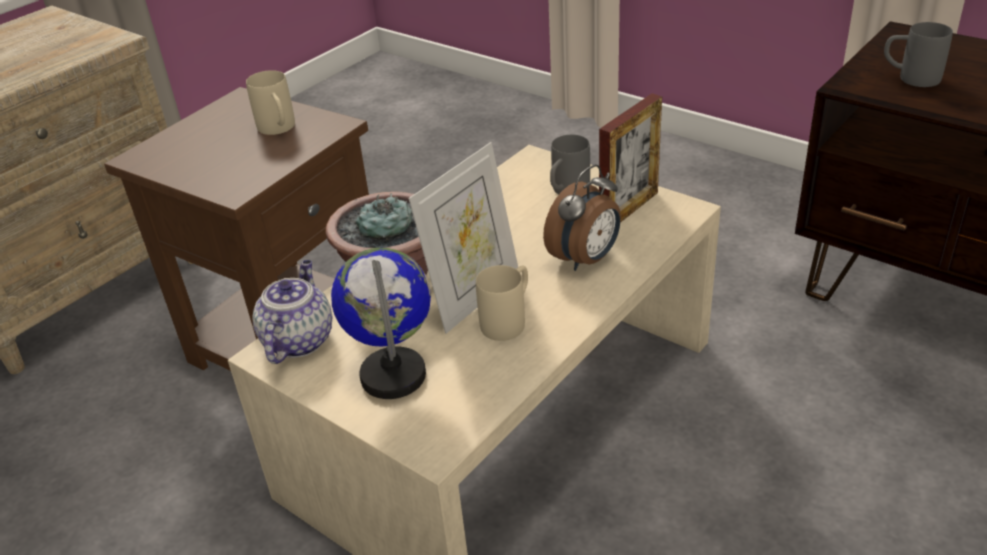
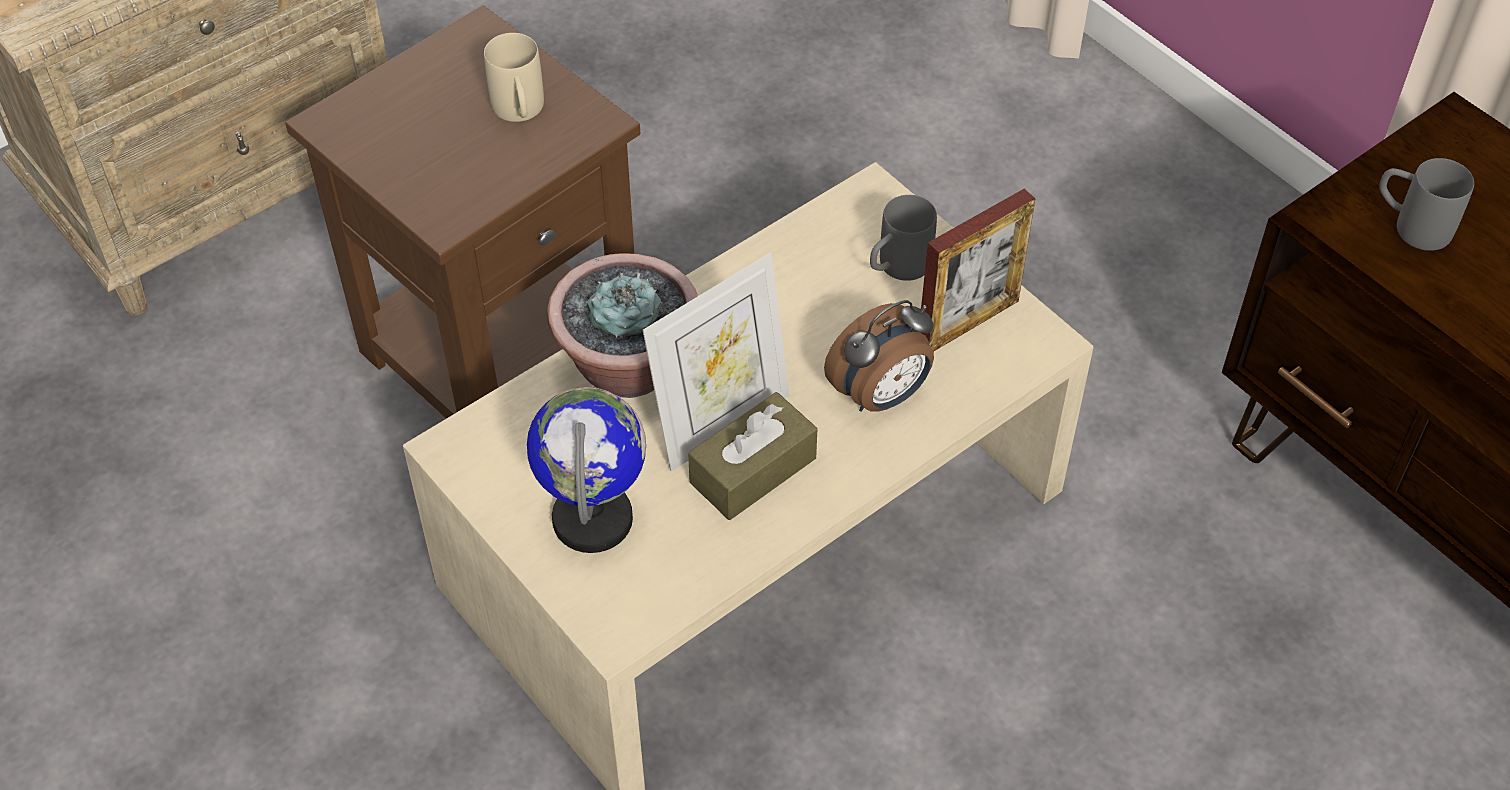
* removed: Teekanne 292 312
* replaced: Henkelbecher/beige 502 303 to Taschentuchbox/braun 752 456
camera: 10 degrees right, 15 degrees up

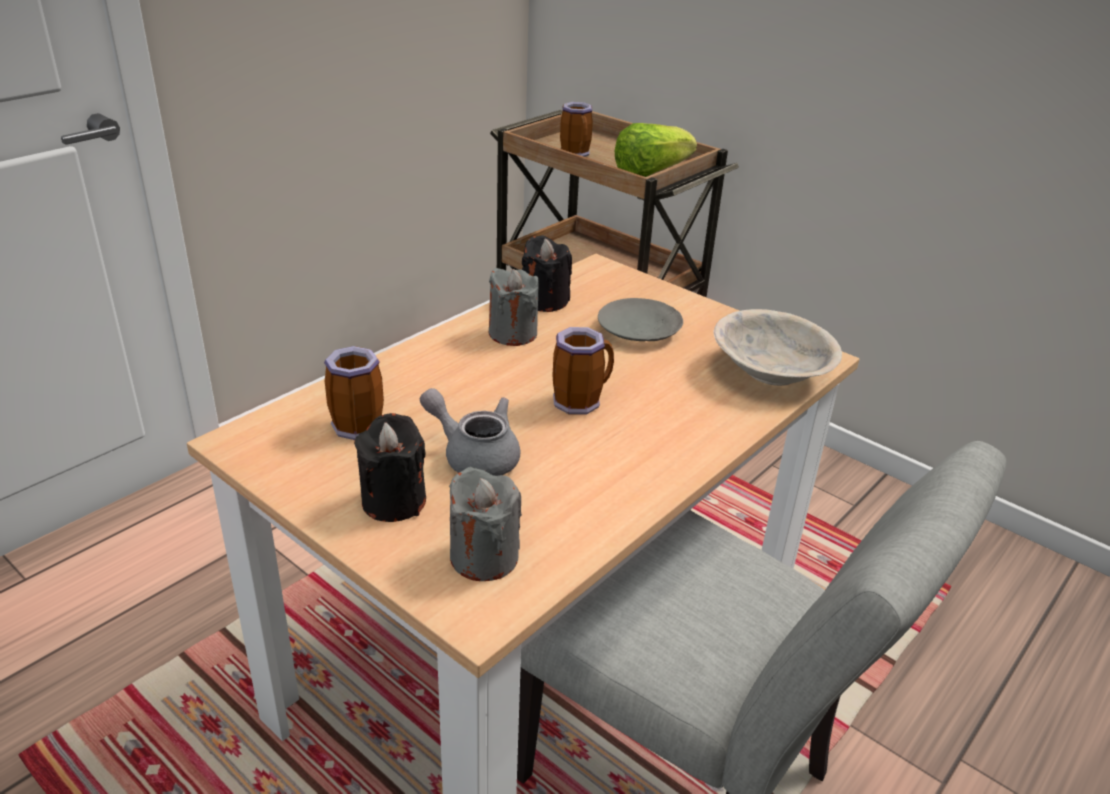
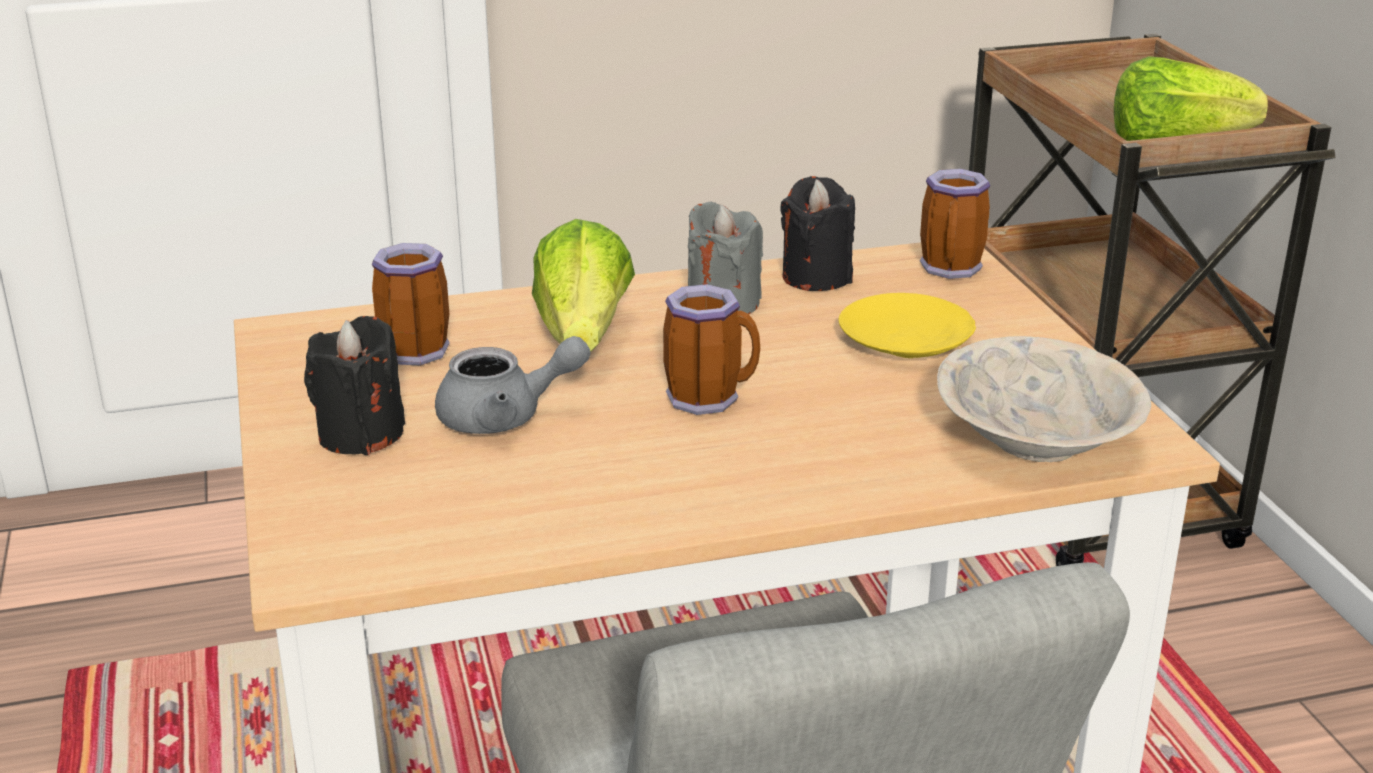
* removed: Kerze/grau 485 524
* added: Salatkopf 583 285
* moved: Henkelbecher 576 129 to 955 224
* recoloured: Teller/grau 640 319 to Teller/gelb 907 325
* turned: Teekanne/grau 470 432 = 513 385 105 degrees clockwise
camera: 35 degrees right, 5 degrees down

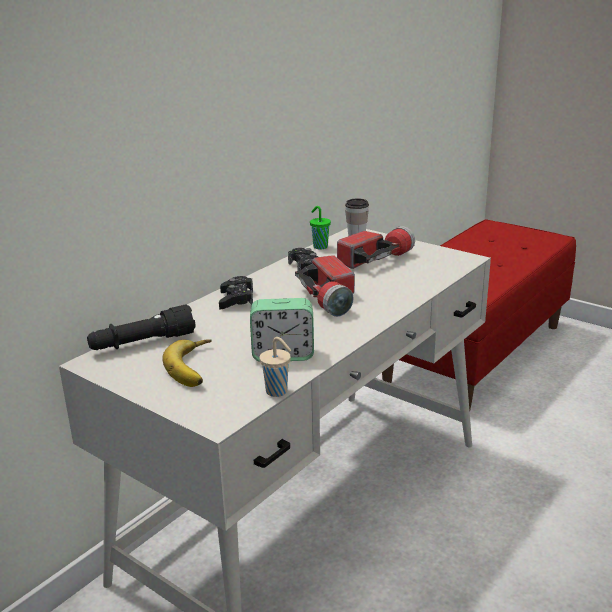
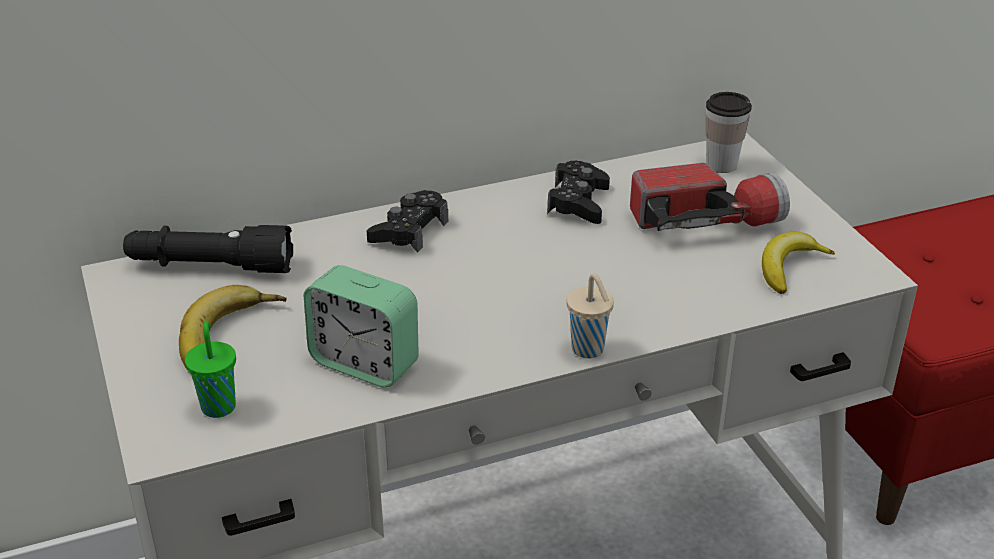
* removed: Taschenlampe 325 286
* added: Banane 798 263
* moved: Tasse/beige 275 367 to 590 315
* moved: Tasse/grün 320 228 to 210 369
camera: 30 degrees right, 10 degrees up

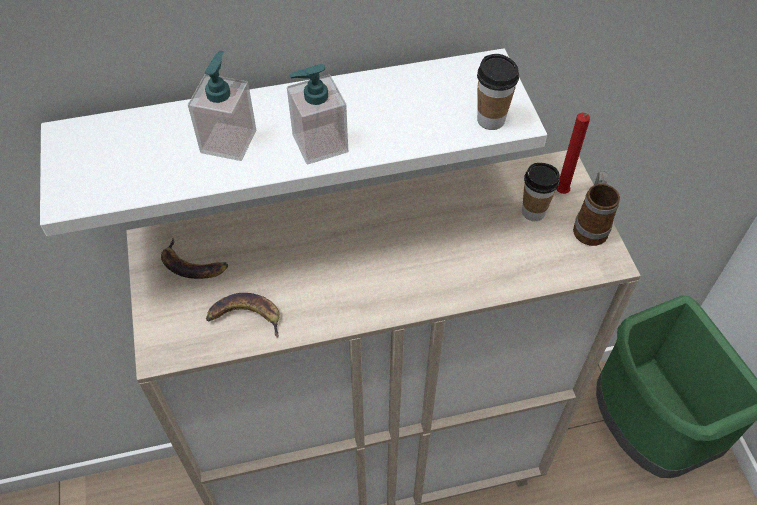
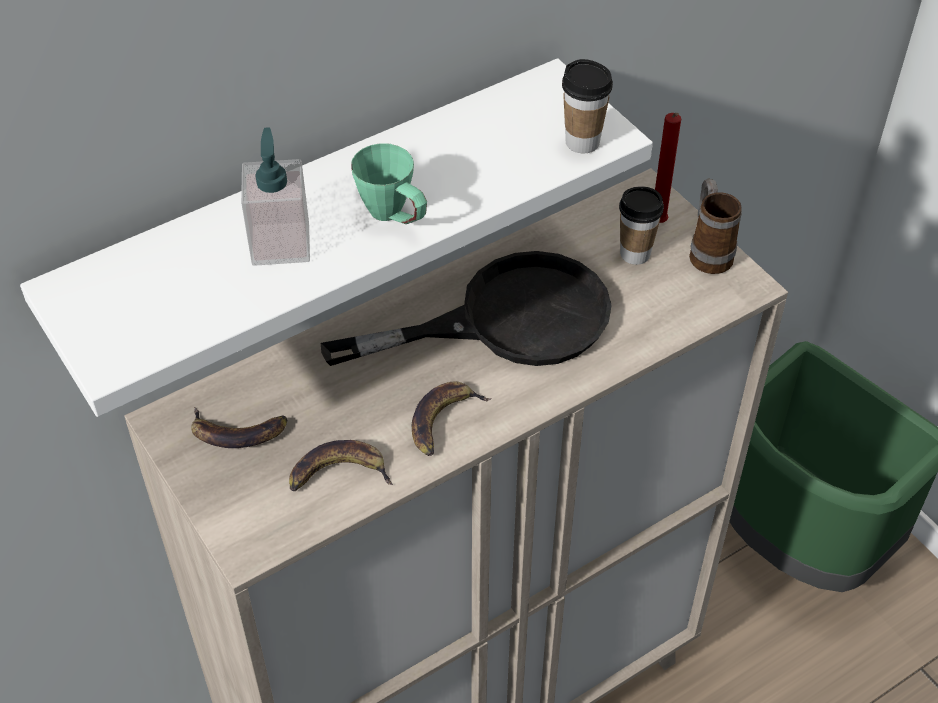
* added: Pfanne/schwarz 466 308
* added: Banane 452 418
* replaced: Seifenspender 317 114 to Henkelbecher/grün 389 183
camera: 20 degrees left, 5 degrees down

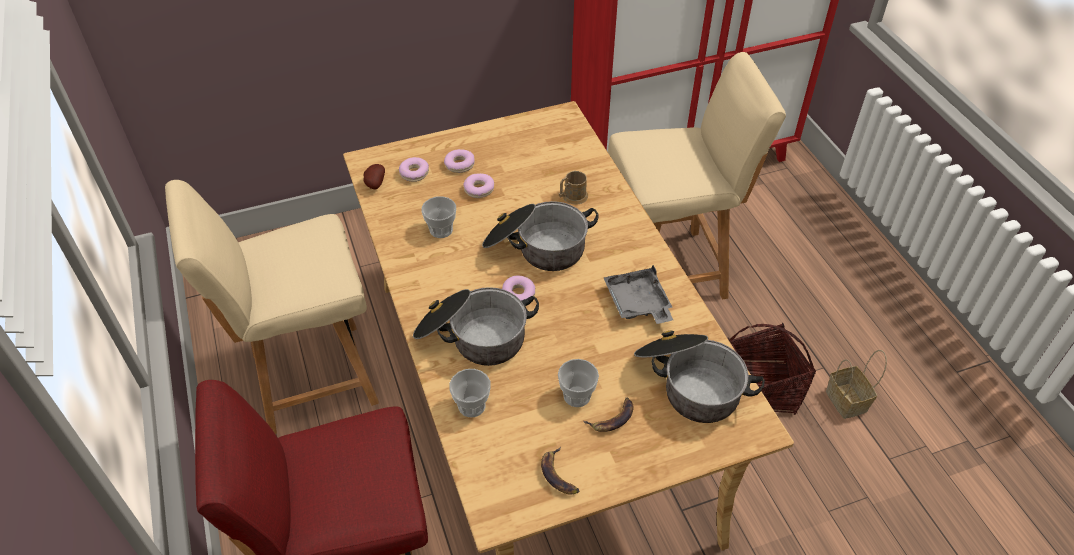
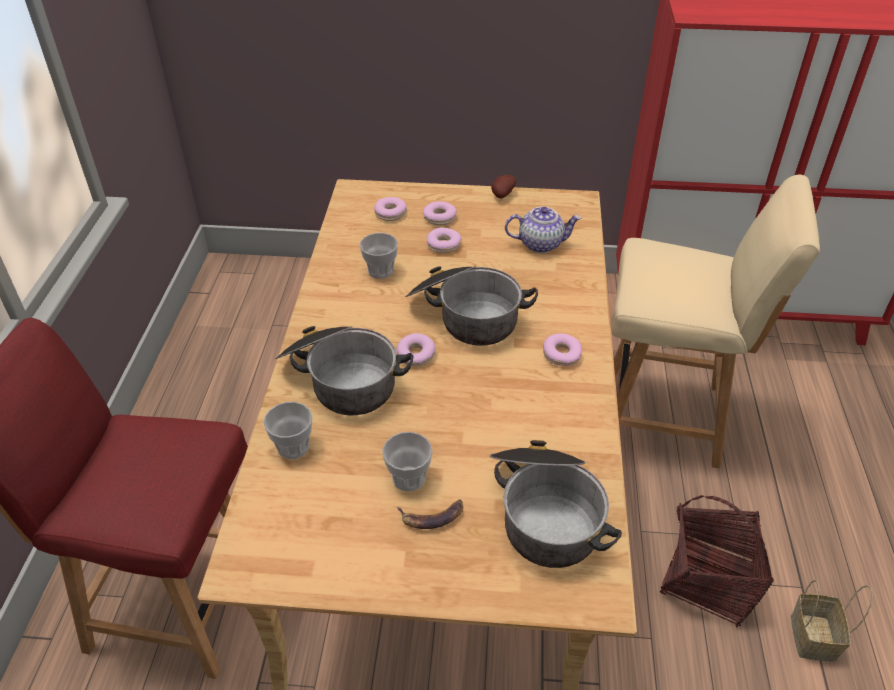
* removed: Stuhl/beige 272 307
* removed: Banane 560 471
* removed: Henkelbecher/braun 573 188
* removed: Tablett/grau 638 294
* added: Teekanne 543 230
* added: Donut 562 349
* moved: Kartoffel 374 177 to 503 187
camera: 25 degrees right, 5 degrees down

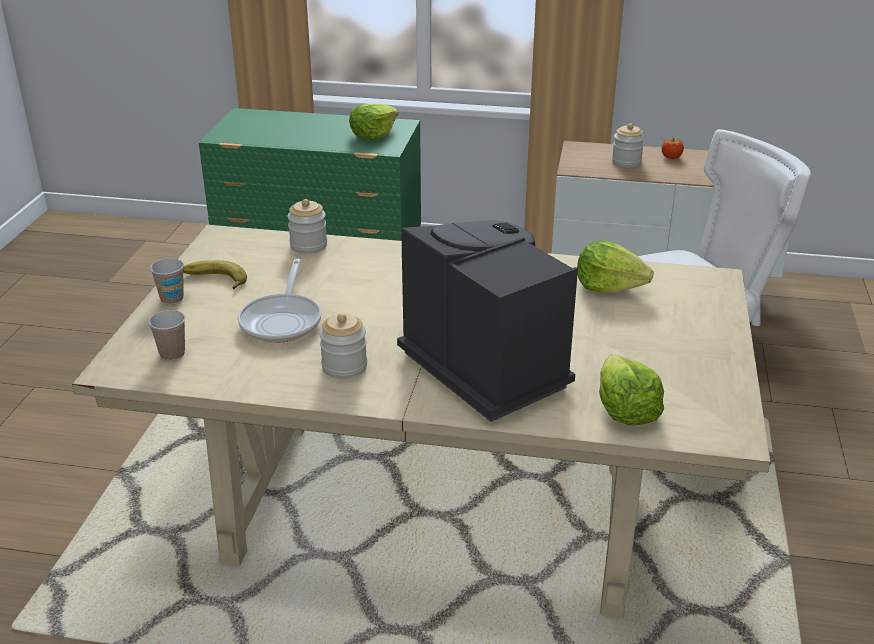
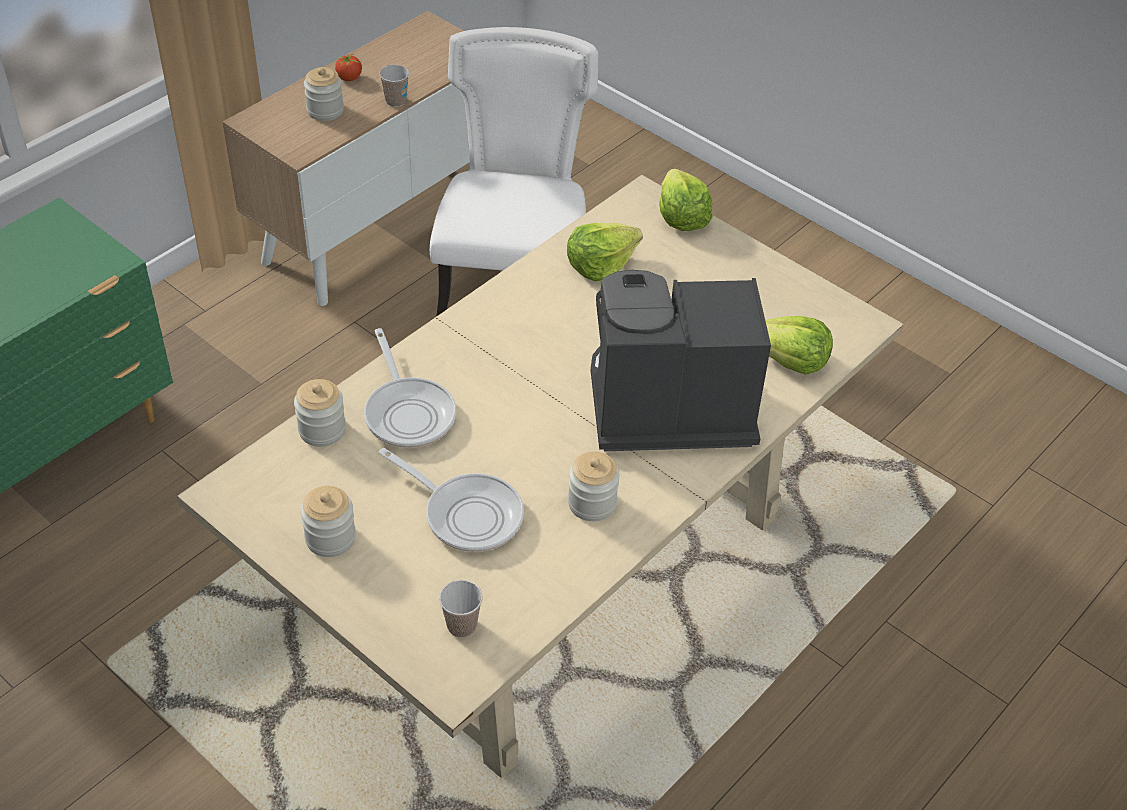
* added: Pfanne 410 388
* moved: Tasse 167 281 to 394 86
* moved: Salatkopf 373 121 to 686 200
* replaced: Banane 215 274 to Vorratsglas 328 521
camera: 60 degrees left, 15 degrees up

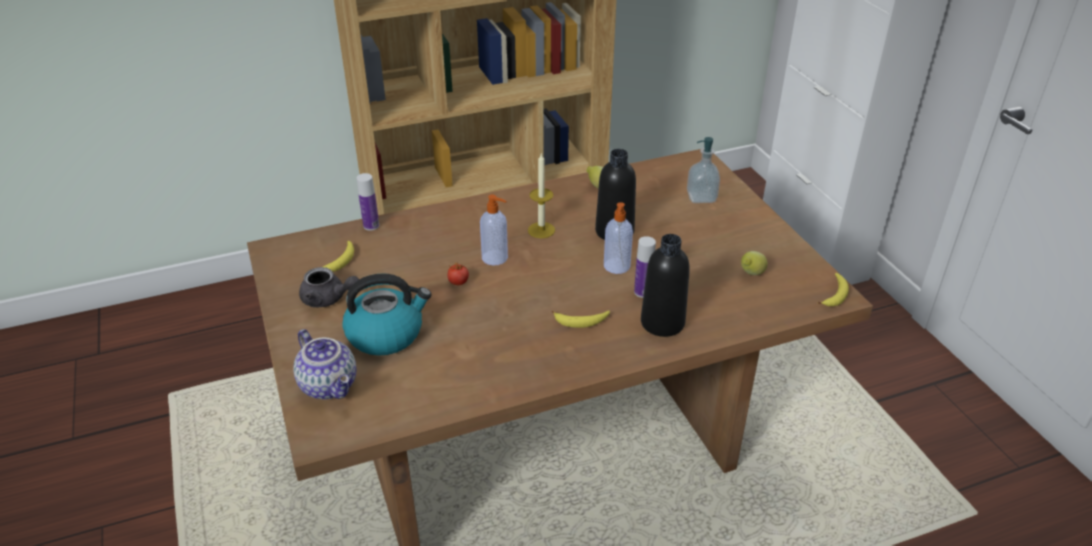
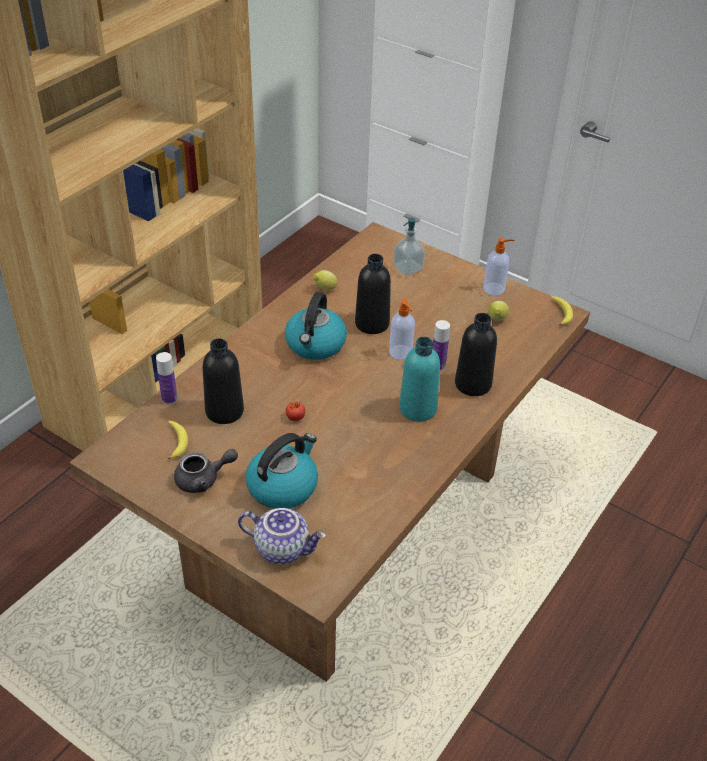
* added: Flasche/schwarz 223 381
* moved: Seifenspender 494 230 to 499 267
* replaced: Kerze 541 195 to Wasserkessel 316 326
* replaced: Banane 581 319 to Flasche/türkis 419 379
camera: 35 degrees left, 5 degrees up

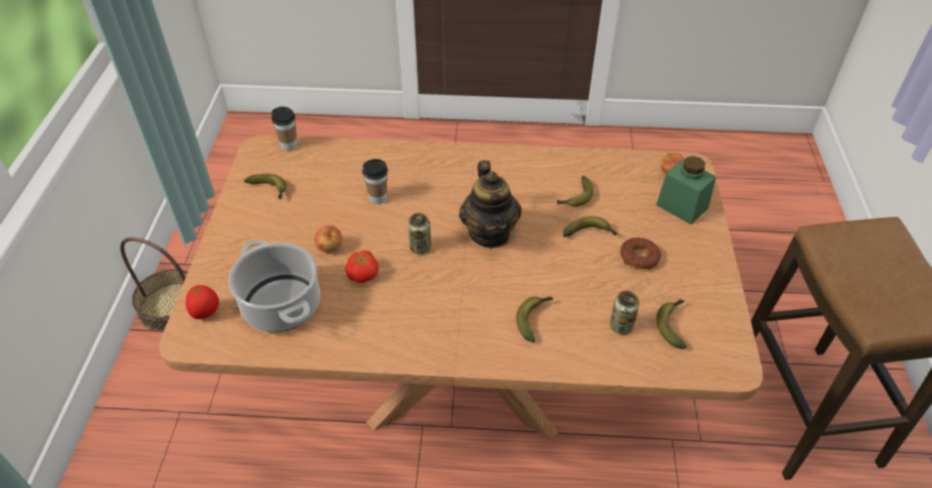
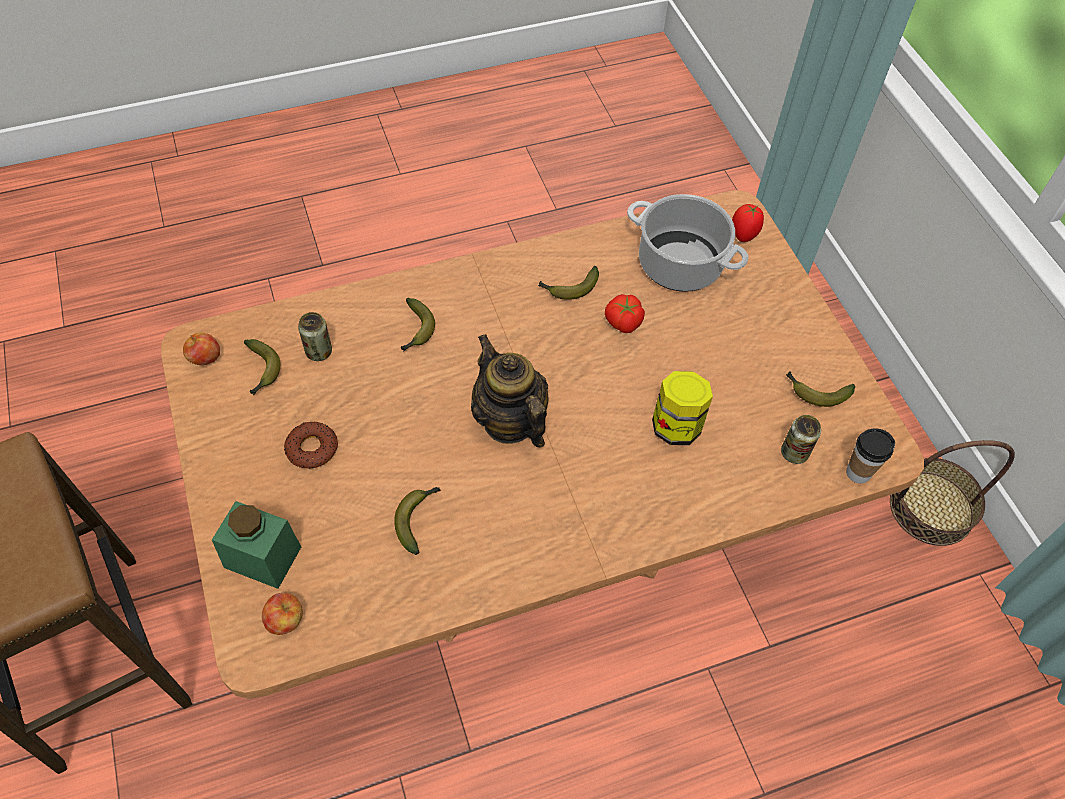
* moved: Apfel 328 238 to 201 348
* moved: Dose 419 233 to 801 439
* moved: Banane 590 226 to 568 283
* replaced: Tasse 375 182 to Vorratsglas 682 408
camera: 155 degrees right, 10 degrees up

